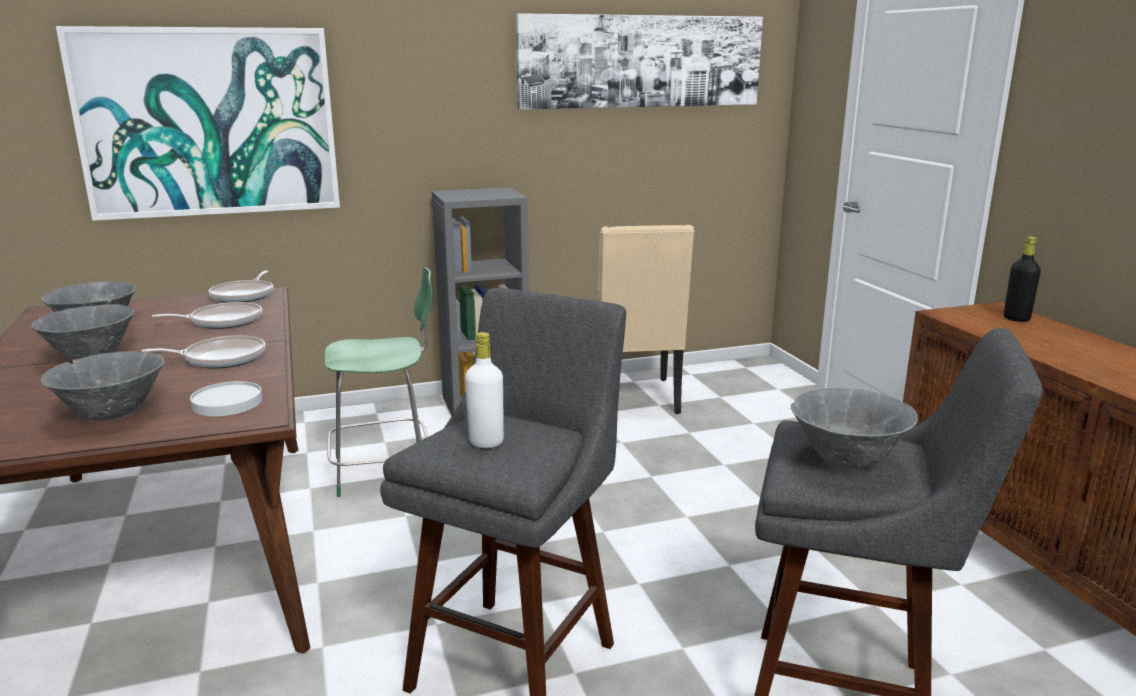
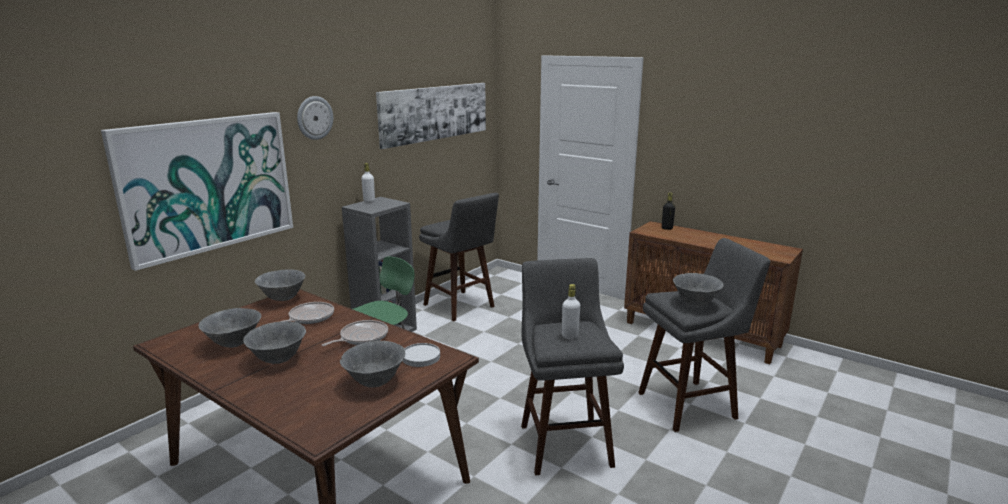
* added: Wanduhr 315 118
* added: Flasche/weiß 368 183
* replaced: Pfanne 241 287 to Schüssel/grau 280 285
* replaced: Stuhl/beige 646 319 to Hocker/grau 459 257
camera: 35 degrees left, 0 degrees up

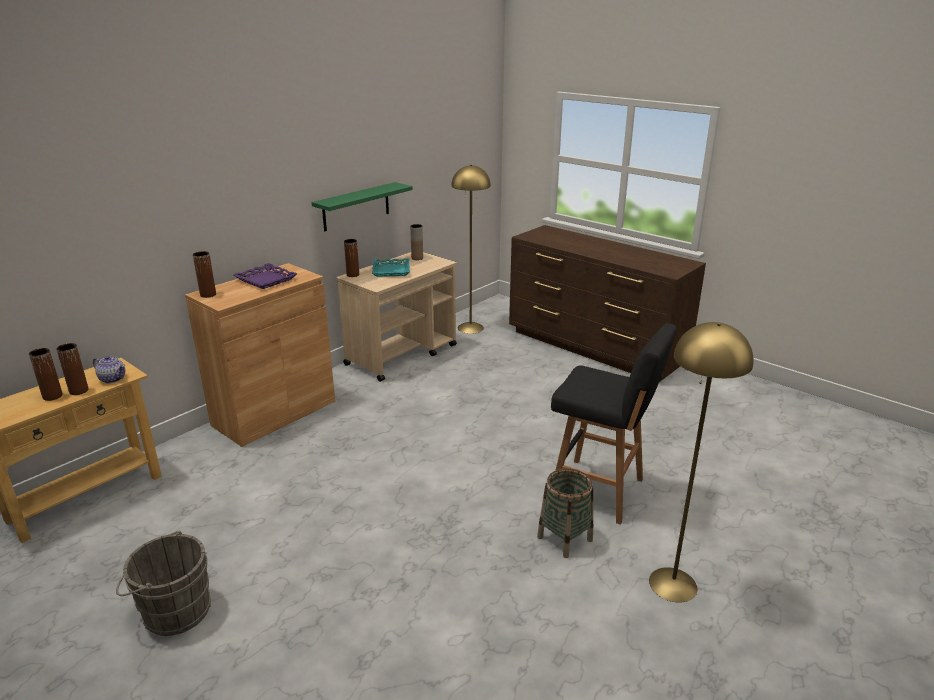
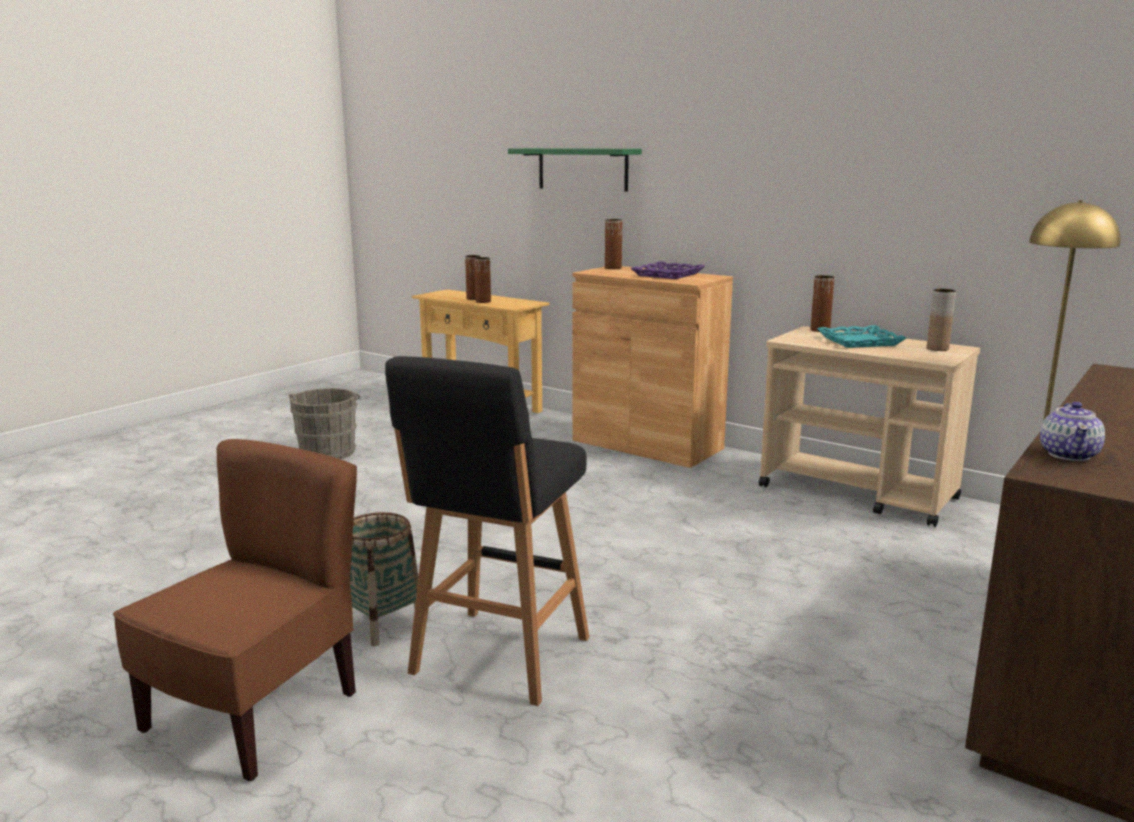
* moved: Teekanne 109 369 to 1072 431
* moved: Wandregal/grün 362 206 to 575 170
* replaced: Stehlampe/gelb 701 462 to Stuhl/braun 235 610
camera: 85 degrees right, 10 degrees down

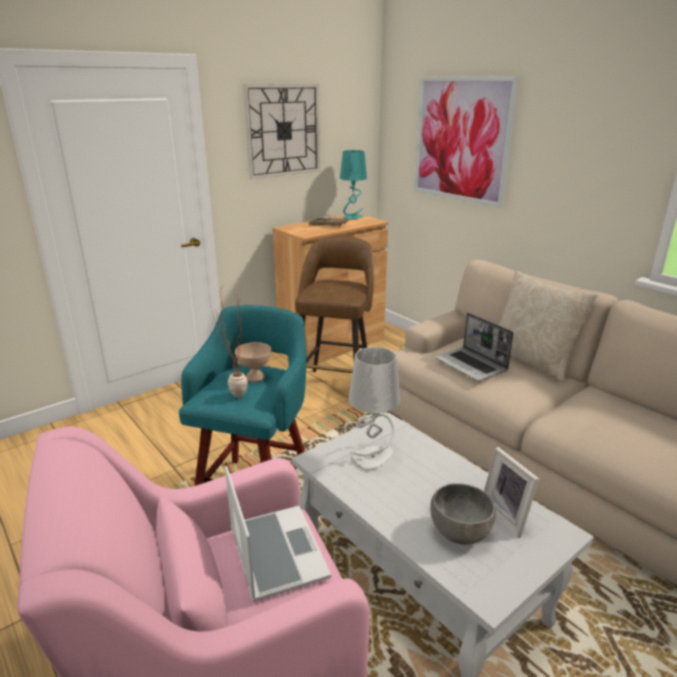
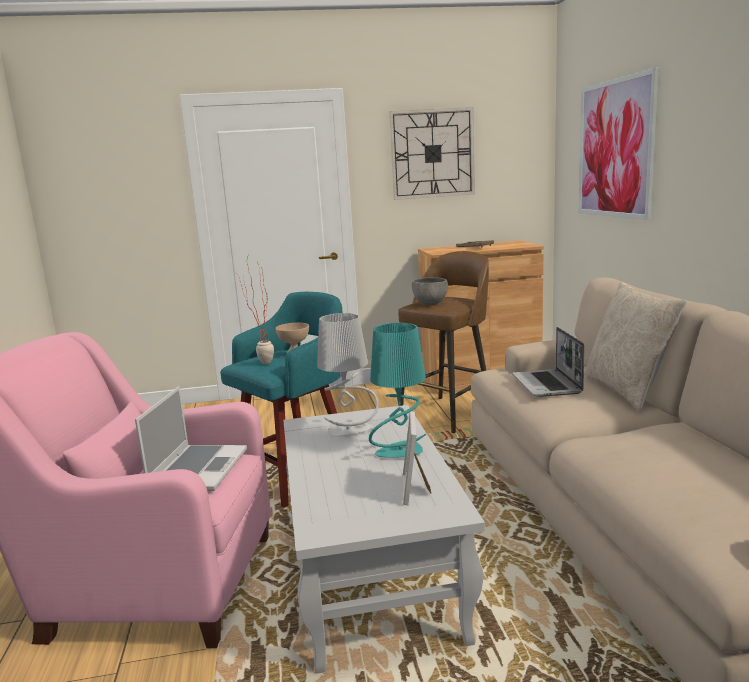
* moved: Tischlampe/türkis 353 184 to 397 390
* moved: Schüssel/grau 463 514 to 430 291
camera: 30 degrees right, 10 degrees down

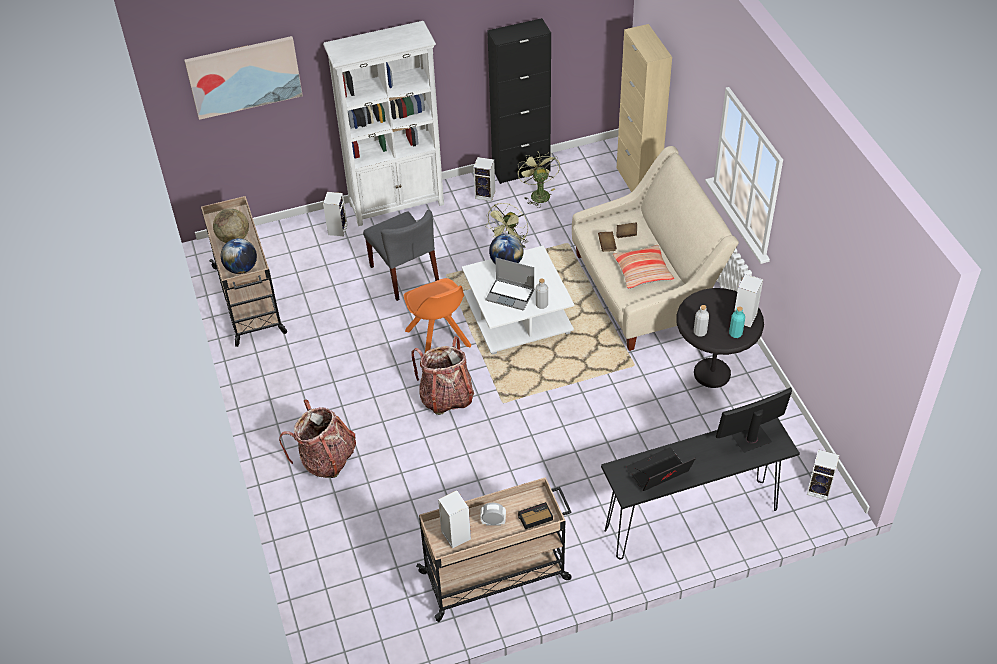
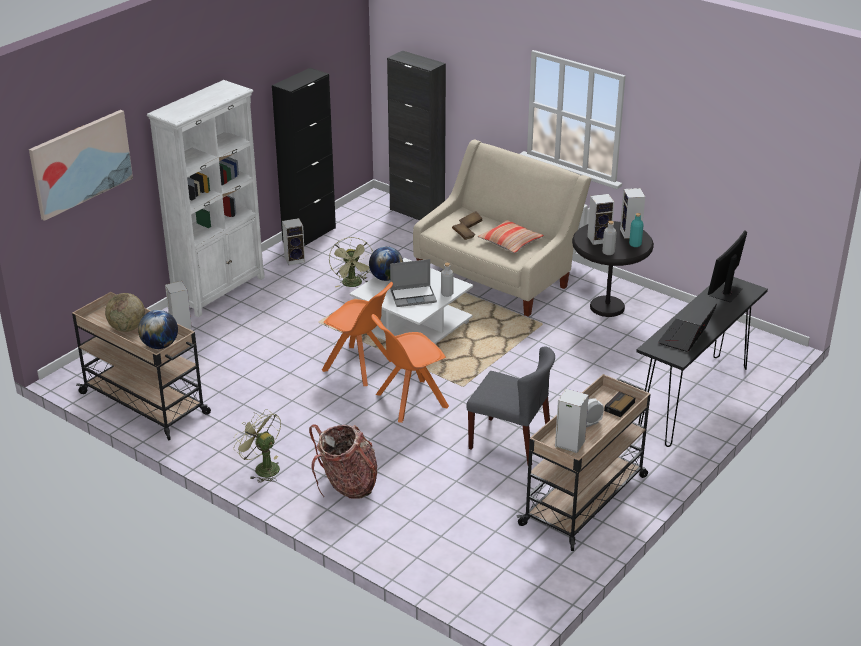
* moved: Stuhl/grau 401 255 to 510 405
* moved: Ventilator/grün 538 179 to 257 446
* moved: Lautsprecher 823 475 to 600 219
* replaced: Rucksack 442 375 to Stuhl/orange 410 368
* recoloured: Schrank/beige 644 108 to Schrank/schwarz 416 135
camera: 35 degrees left, 15 degrees down

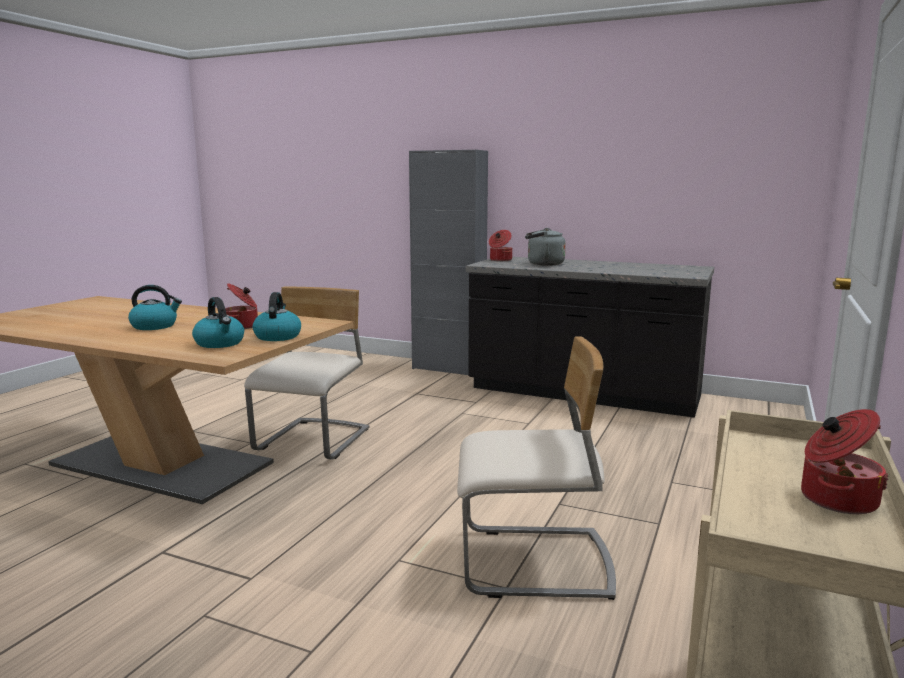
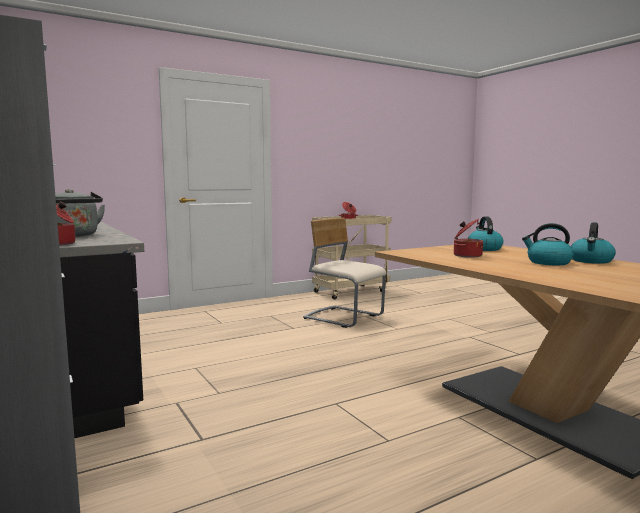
* removed: Stuhl/beige 306 373
* moved: Wasserkessel 277 316 to 593 243
camera: 145 degrees left, 5 degrees down

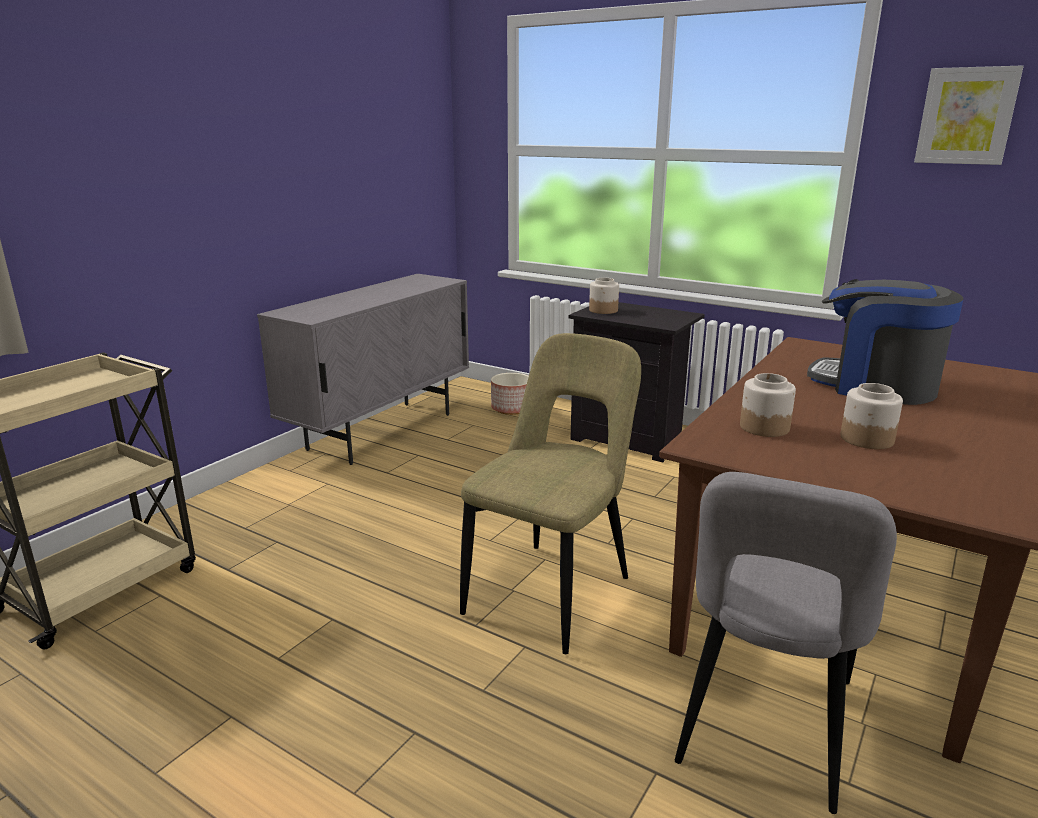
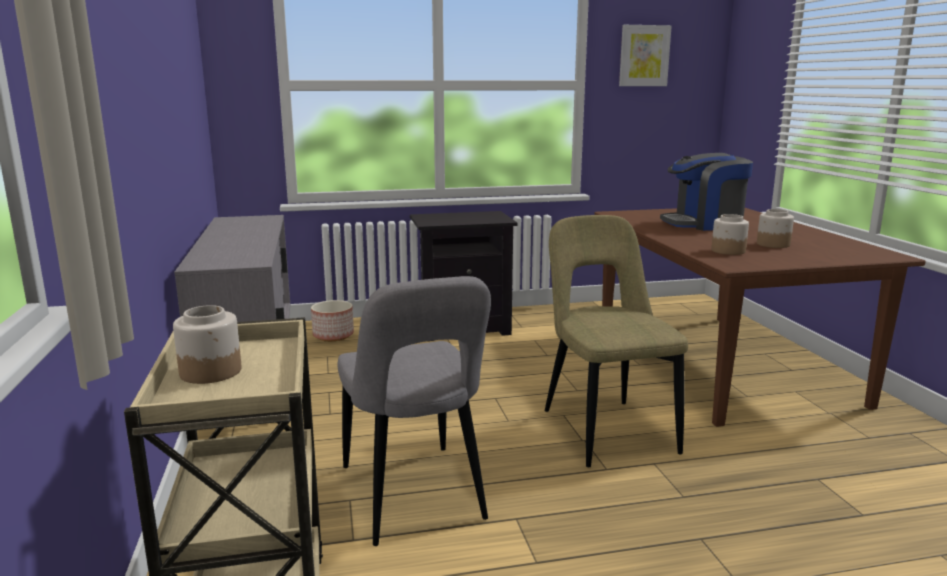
* moved: Vorratsglas 604 296 to 207 344
* moved: Stuhl/grau 786 643 to 414 411
camera: 45 degrees left, 5 degrees down

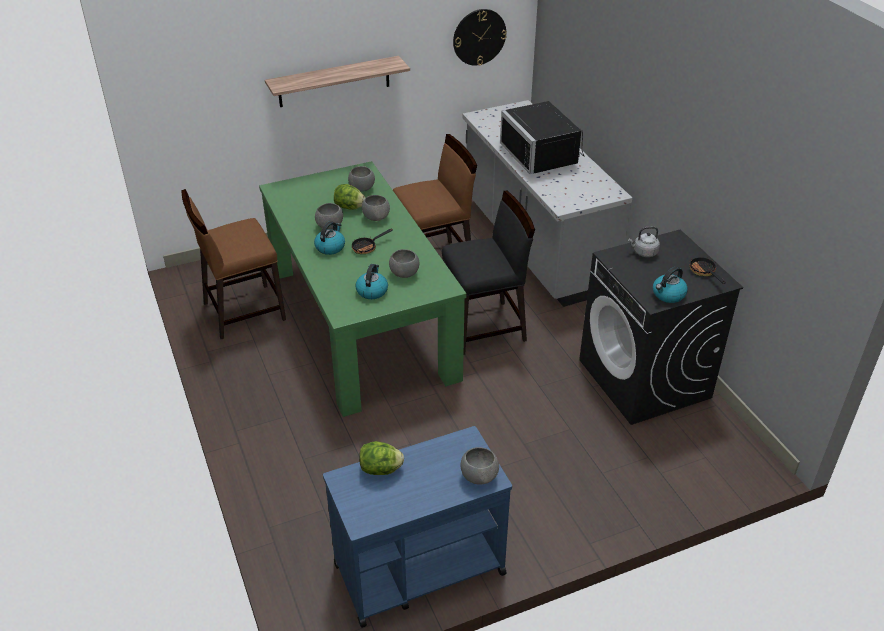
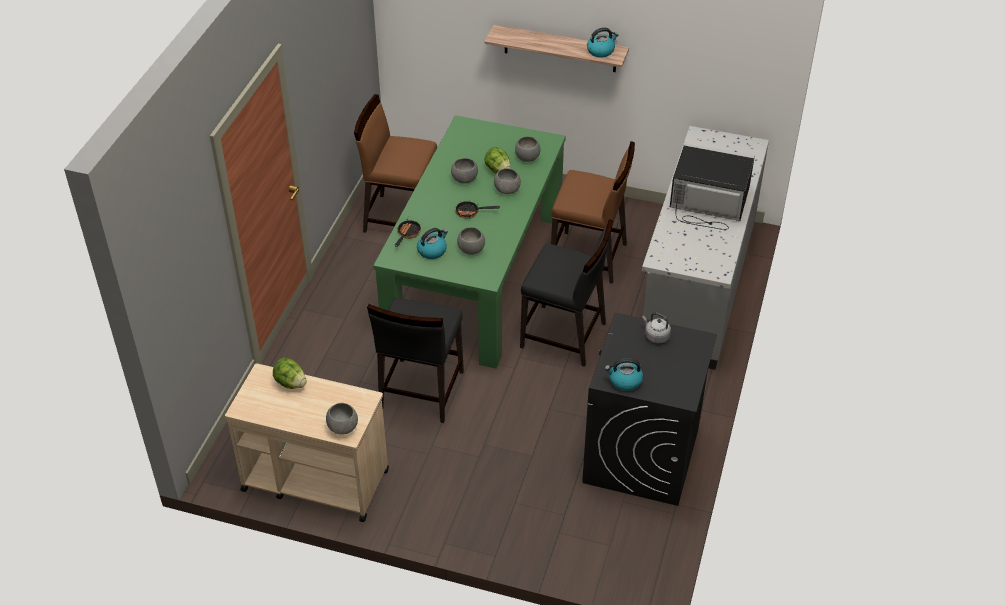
* removed: Wanduhr 480 37
* added: Stuhl/schwarz 415 360
* moved: Wasserkessel 329 238 to 602 42
* moved: Pfanne 708 270 to 408 233
* recoloured: Rollwagen/blau 417 527 to Rollwagen/beige 307 442
* turned: Mikrowelle/schwarz 542 137 = 712 186 90 degrees clockwise
camera: 40 degrees right, 5 degrees up

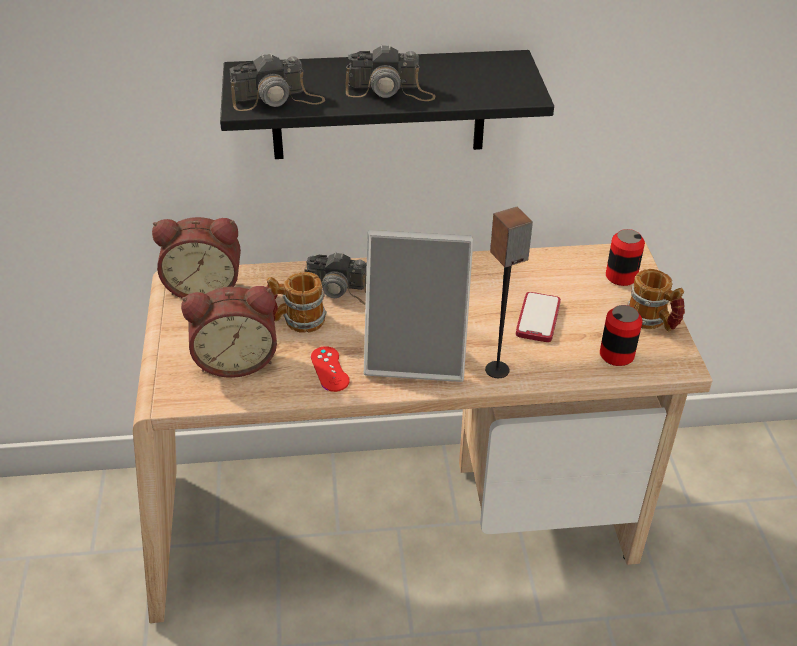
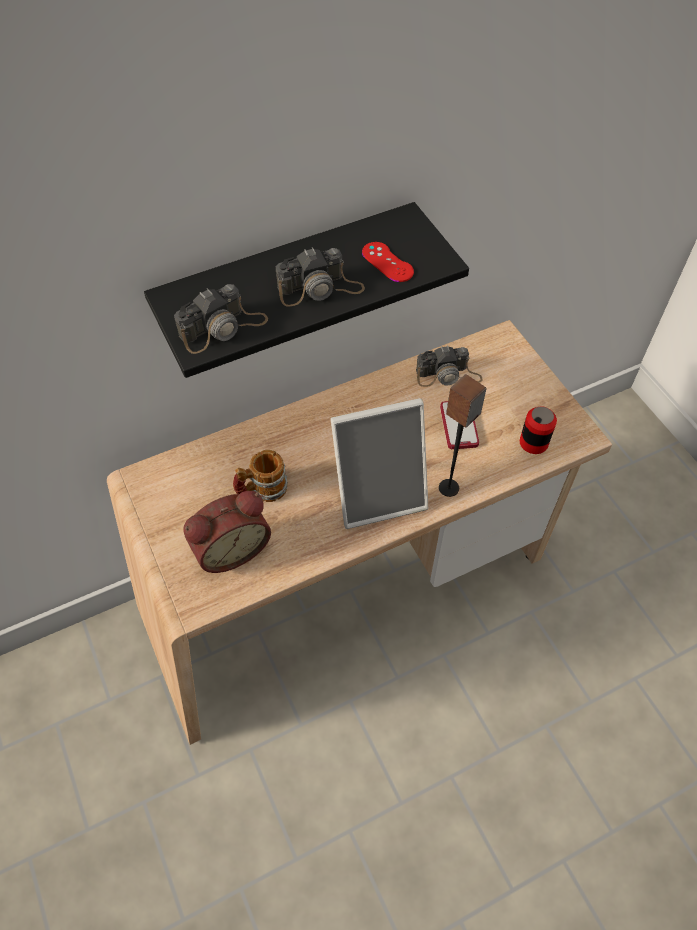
* removed: Wecker 196 257
* removed: Dose 625 257
* removed: Henkelbecher 656 300
* moved: Kamera 335 278 to 449 366
* moved: Gamepad/rot 330 369 to 388 262
camera: 20 degrees left, 15 degrees up

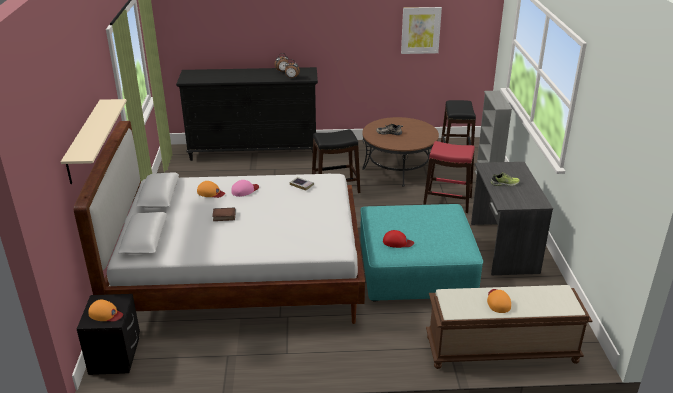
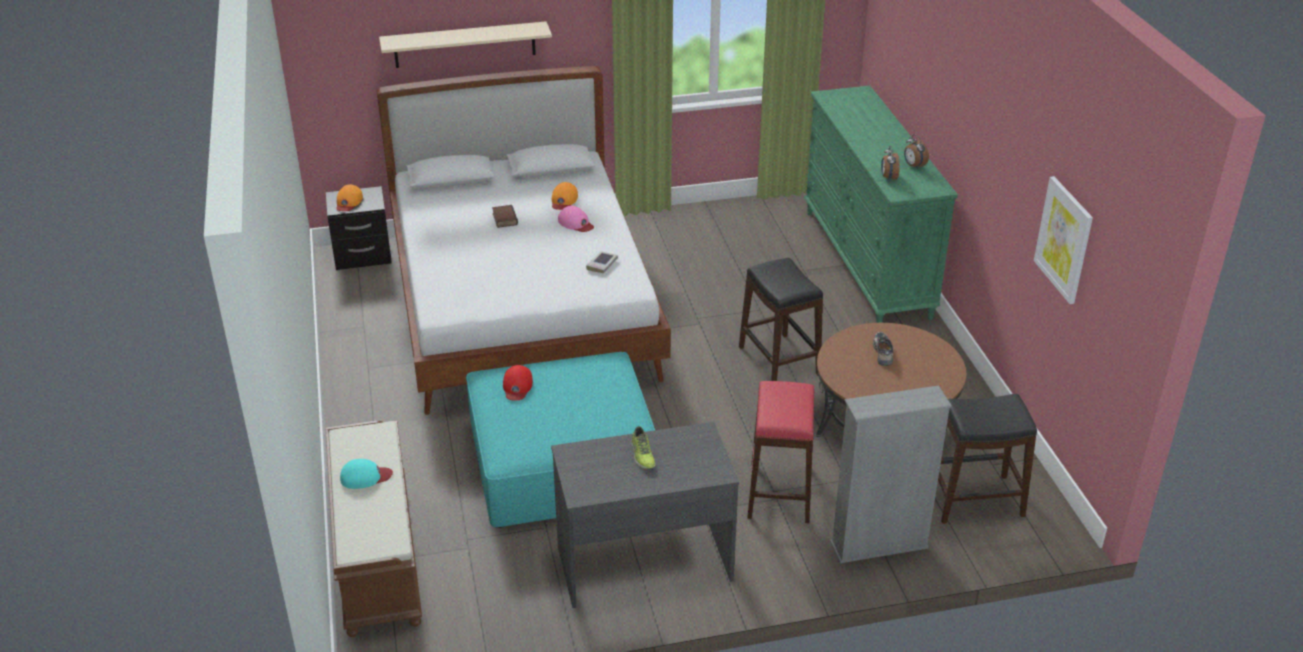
* recoloured: Kommode/schwarz 247 114 to Kommode/grün 881 204
* recoloured: Kappe/orange 499 301 to Kappe/türkis 366 474
camera: 80 degrees right, 5 degrees up

